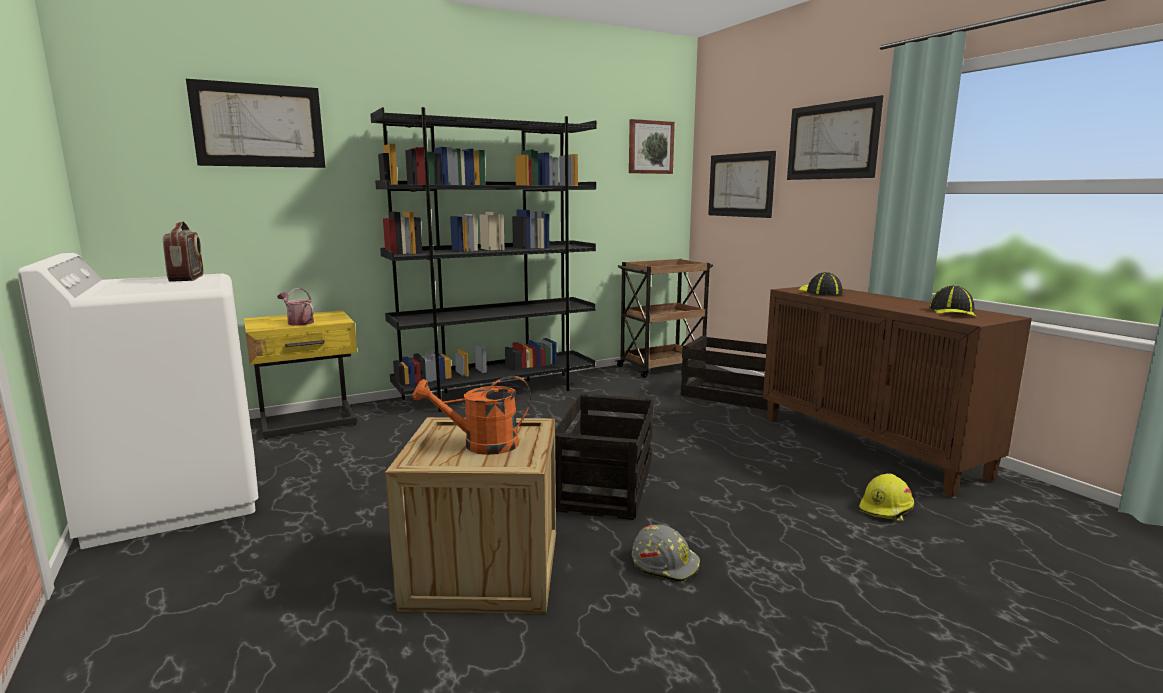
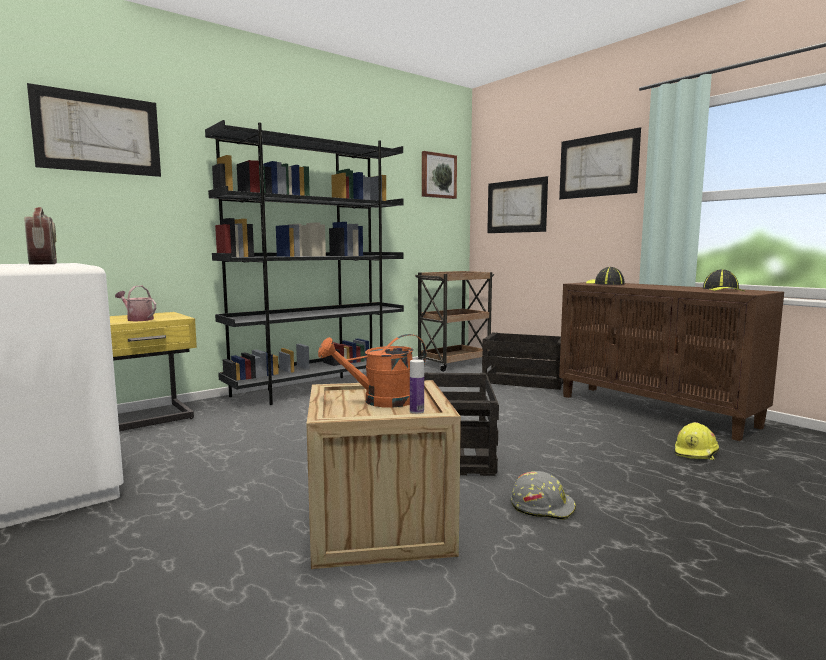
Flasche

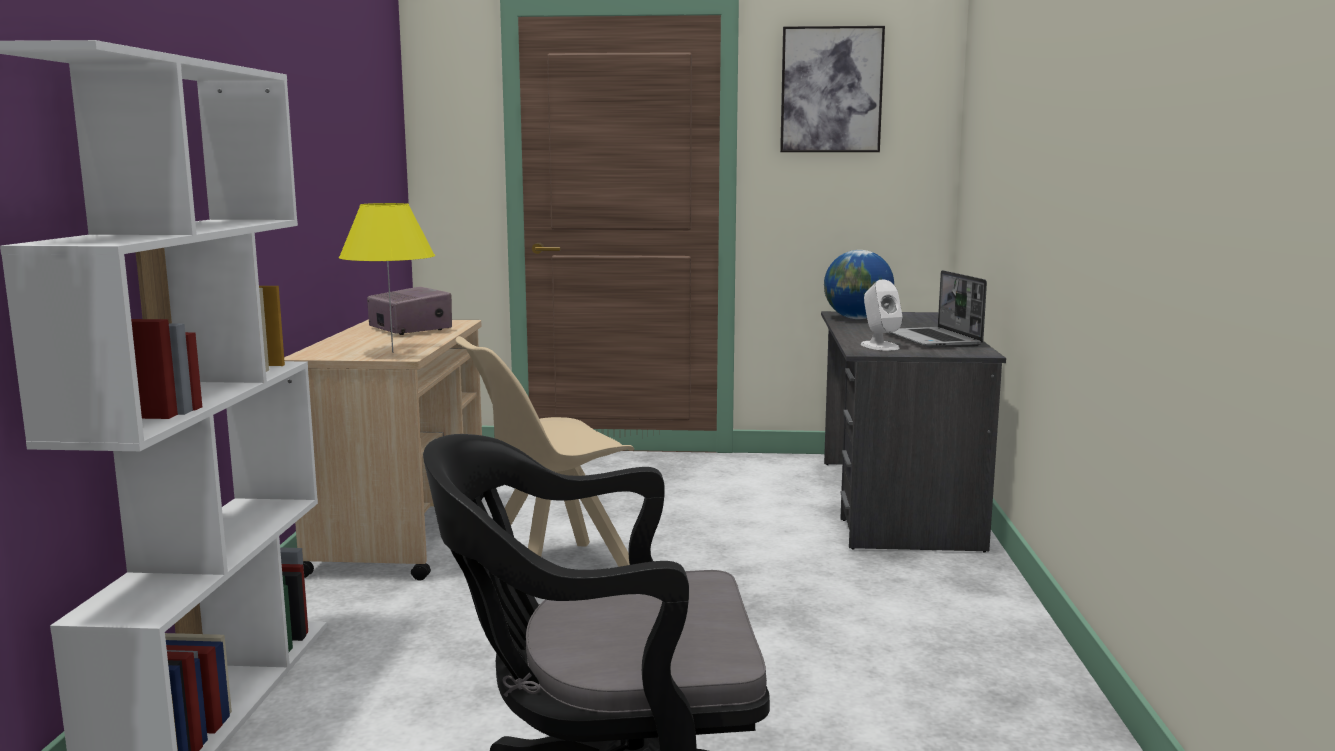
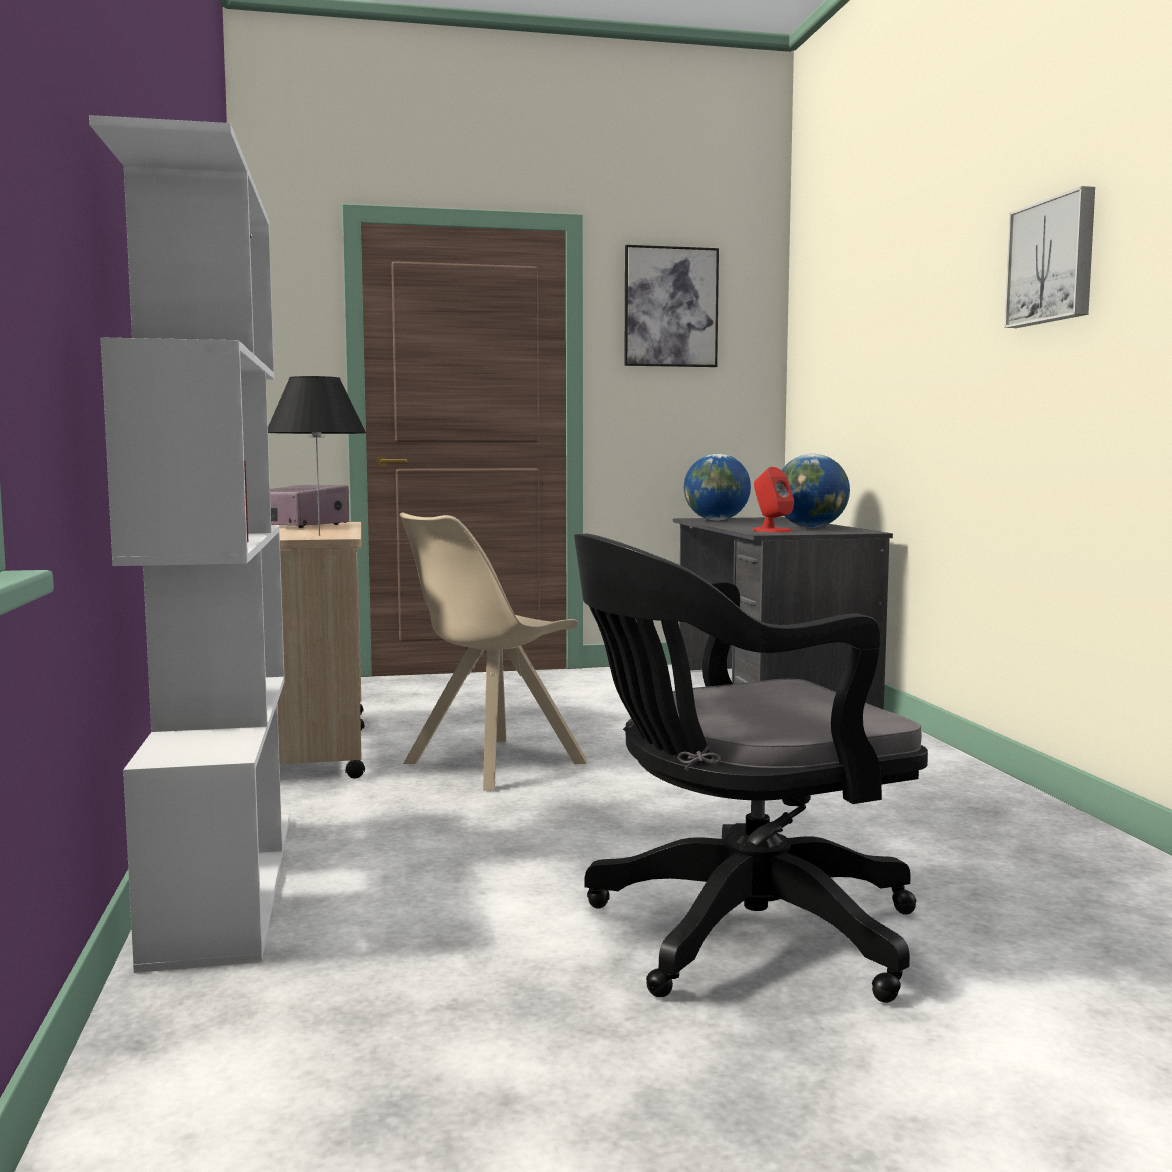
Bild (no. 2 from left)
Globus (no. 2 from left)
Tischlampe (schwarz)
Lautsprecher (rot)

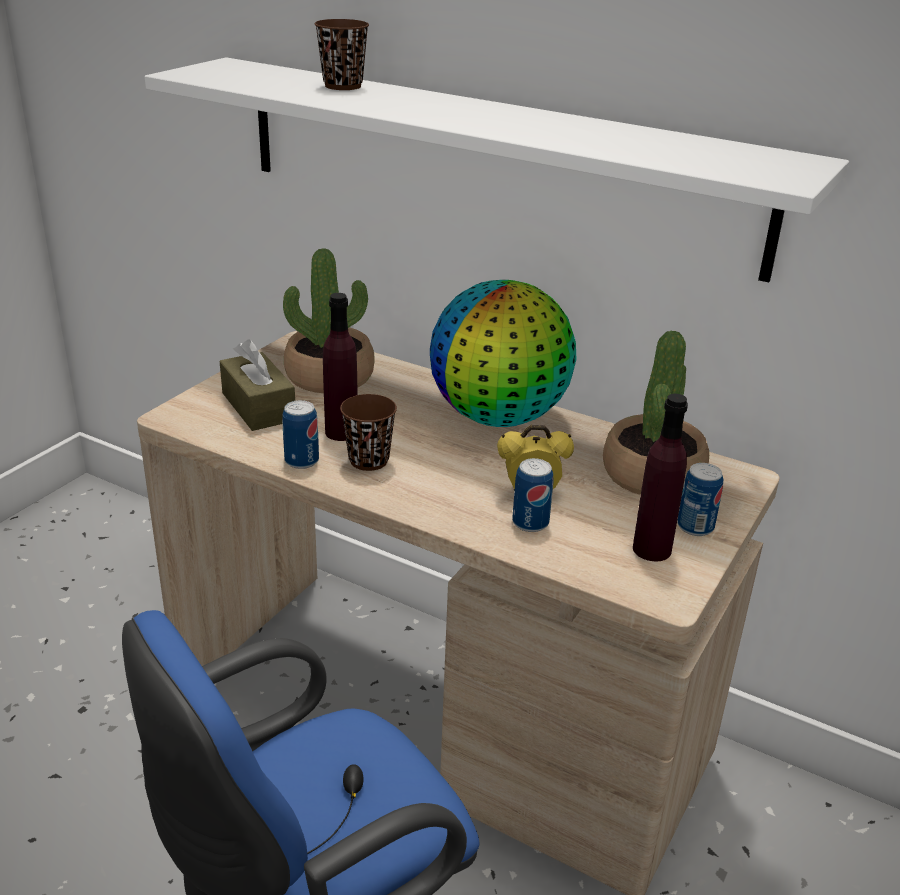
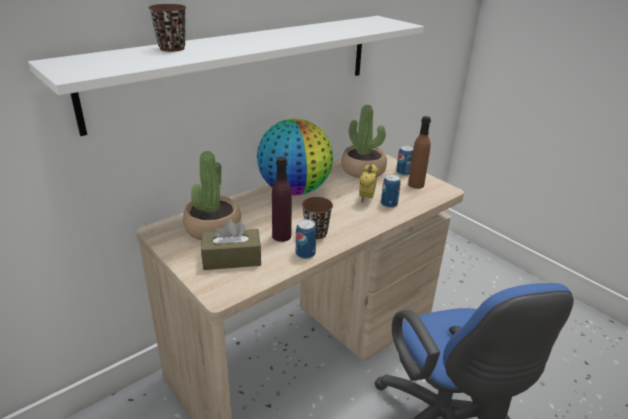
Flasche (braun)

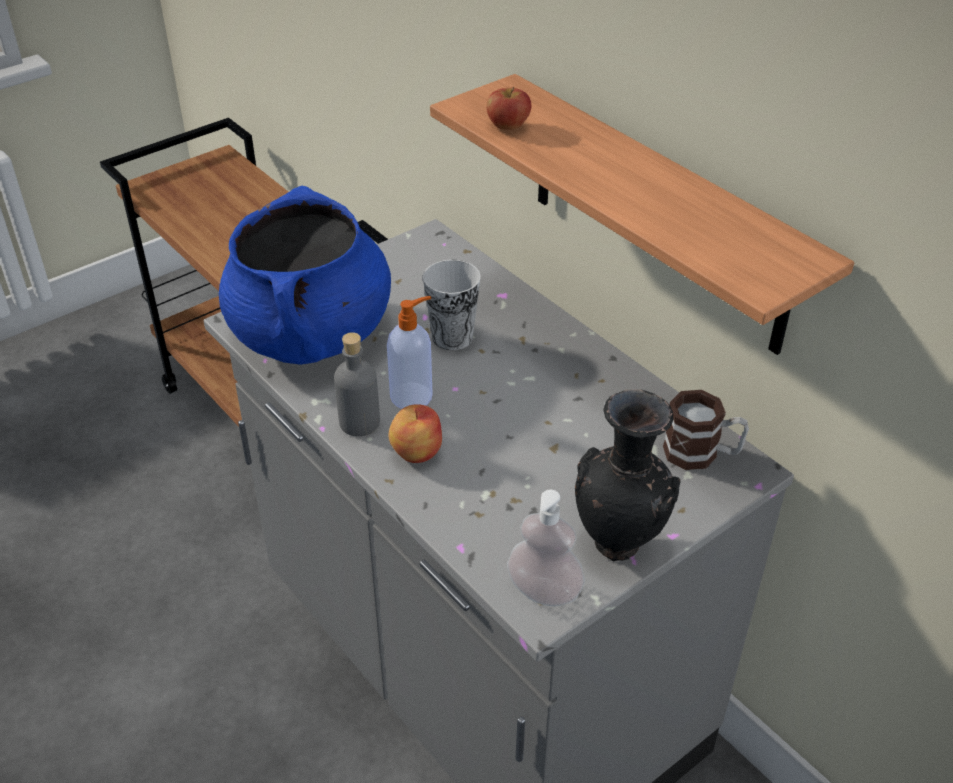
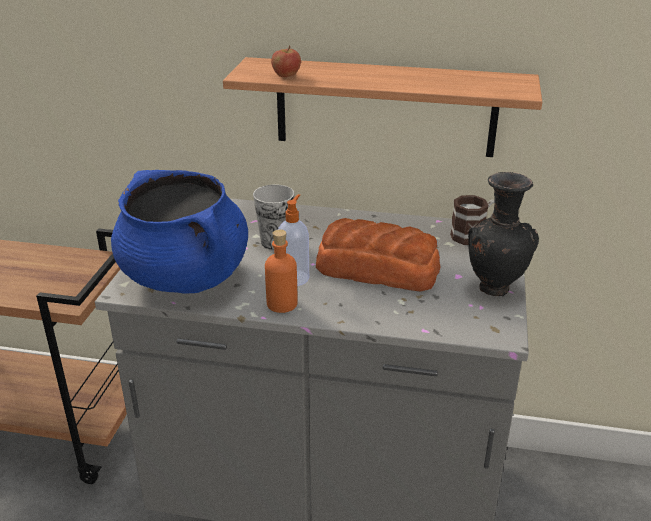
Apfel (no. 1 from left in the first image)
Seifenspender (no. 2 from left in the first image)
Brot
Flasche (orange)

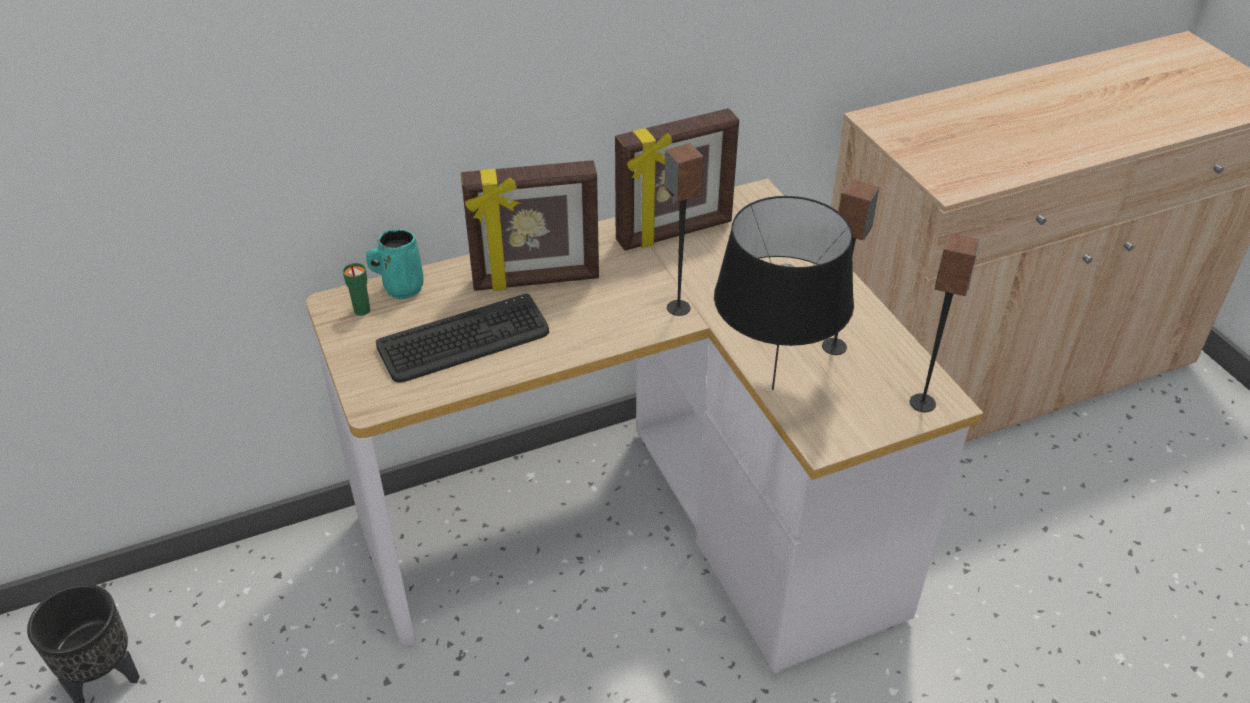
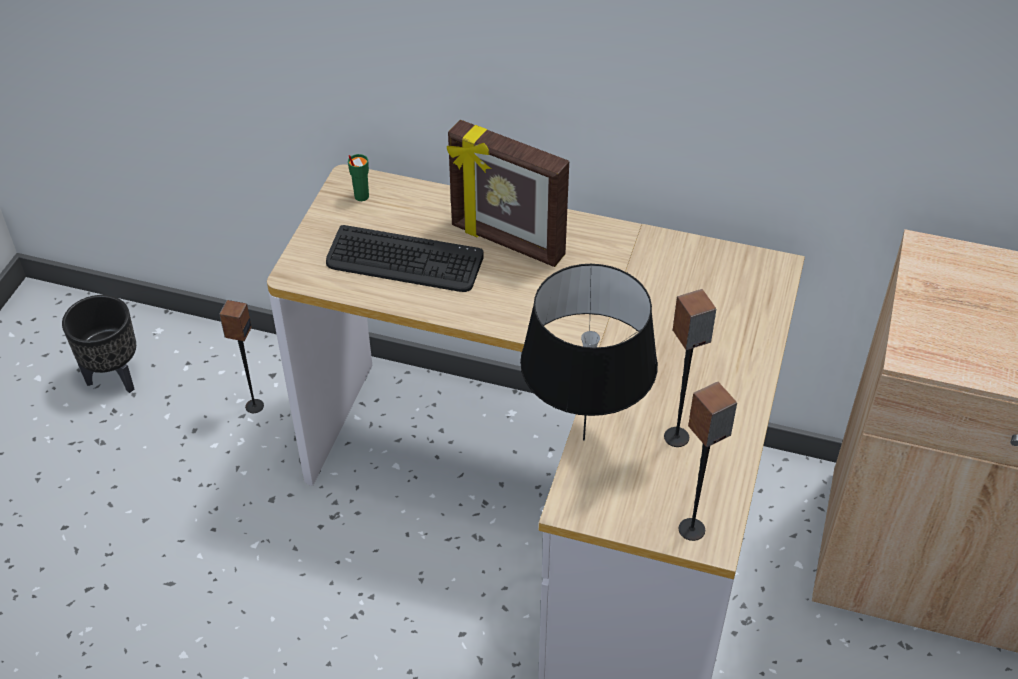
Henkelbecher (türkis)
Bilderrahmen (no. 2 from left in the first image)
Lautsprecher (no. 1 from left)

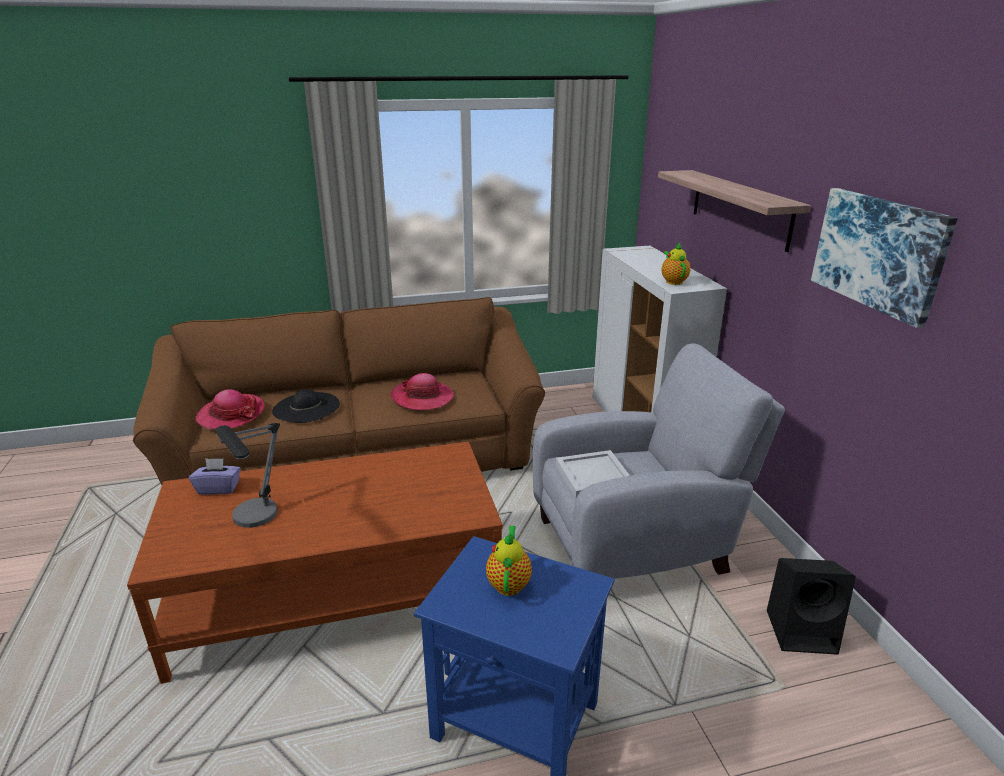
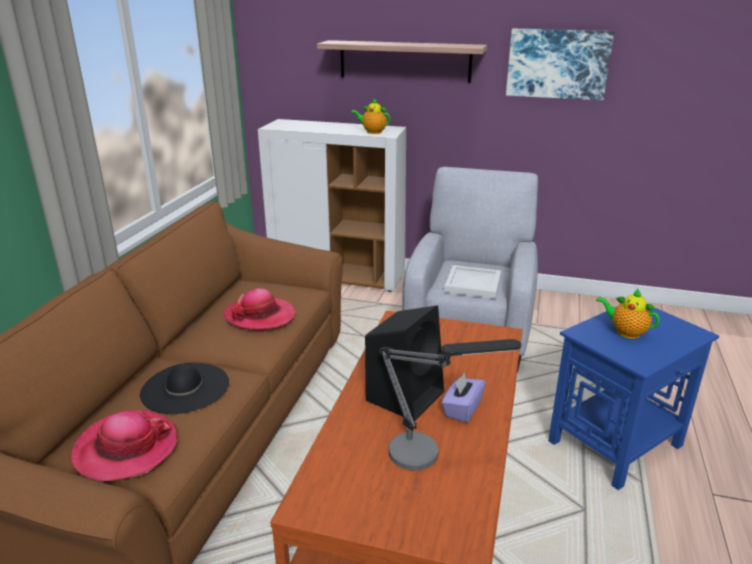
Taschentuchbox (lila)
Lautsprecher (schwarz)

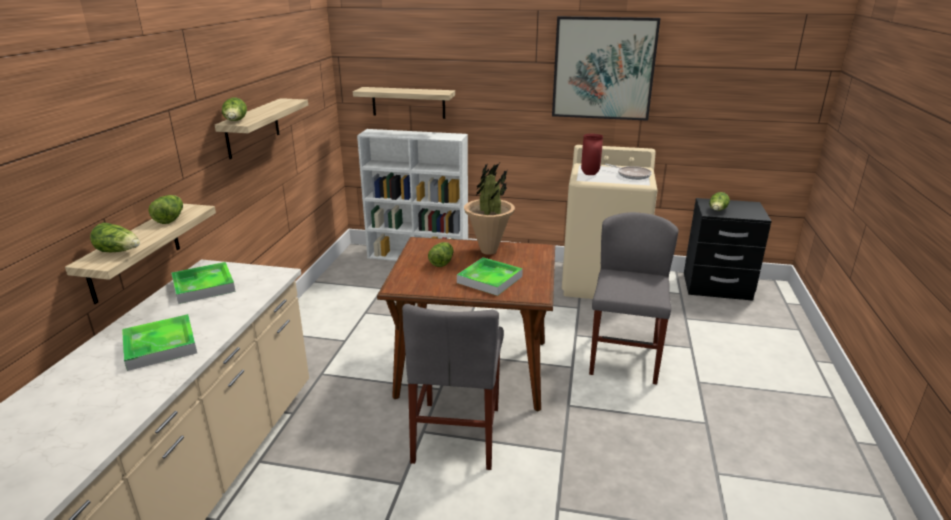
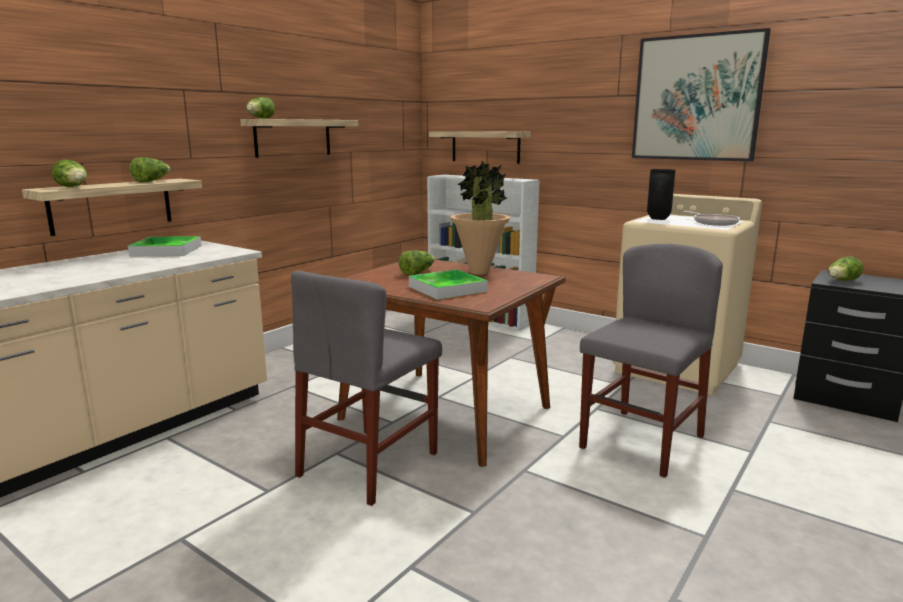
Tablett (no. 1 from left in the first image)
Vase (schwarz)

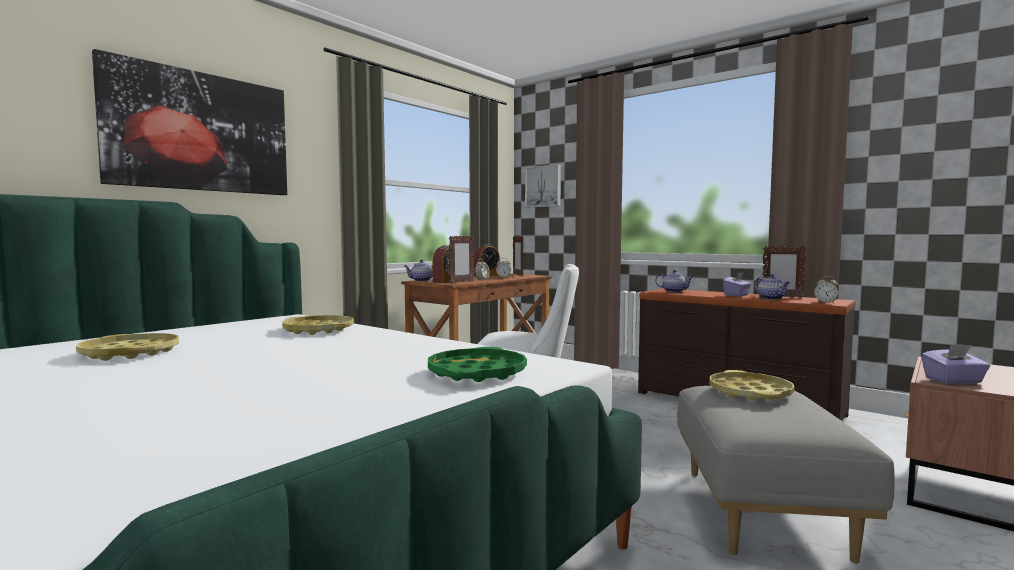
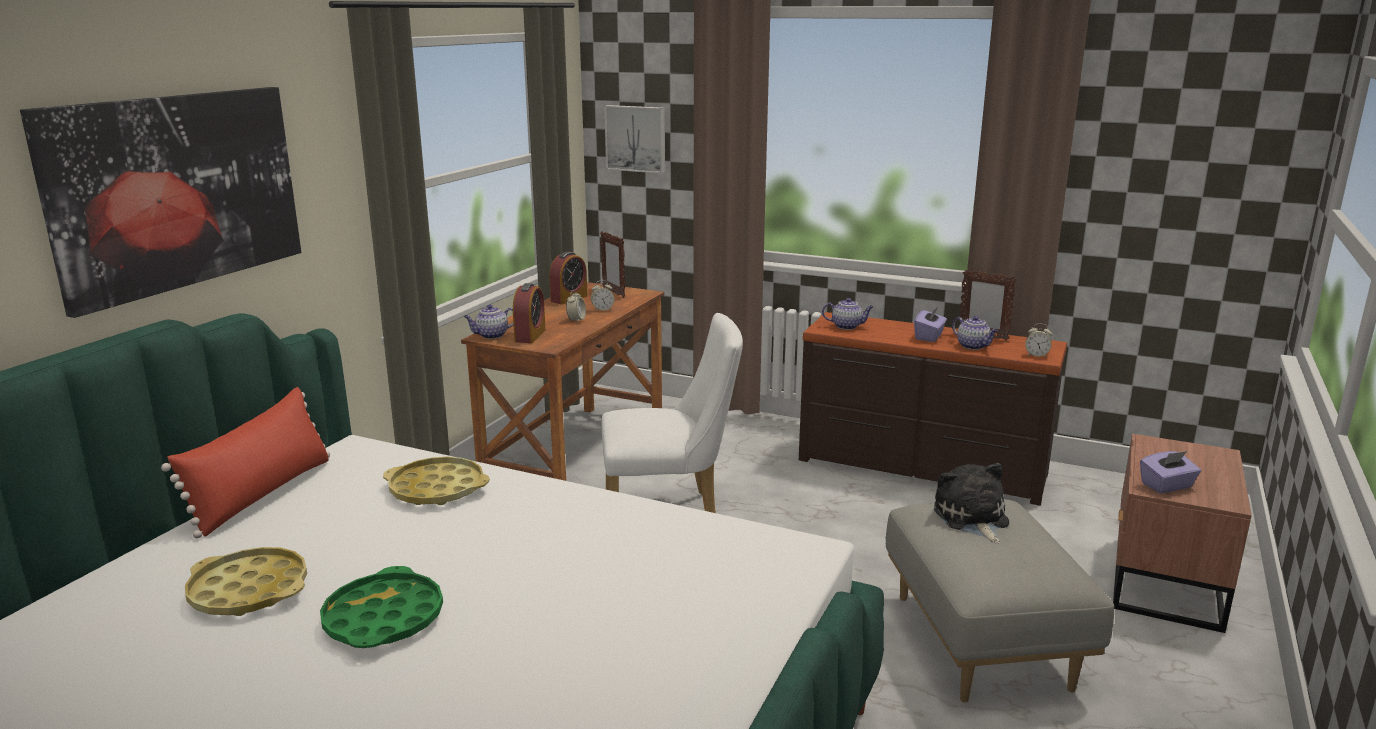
Bilderrahmen (no. 1 from left in the first image)
Kissen (rot)
Tablett (grün)
Plüschtier

